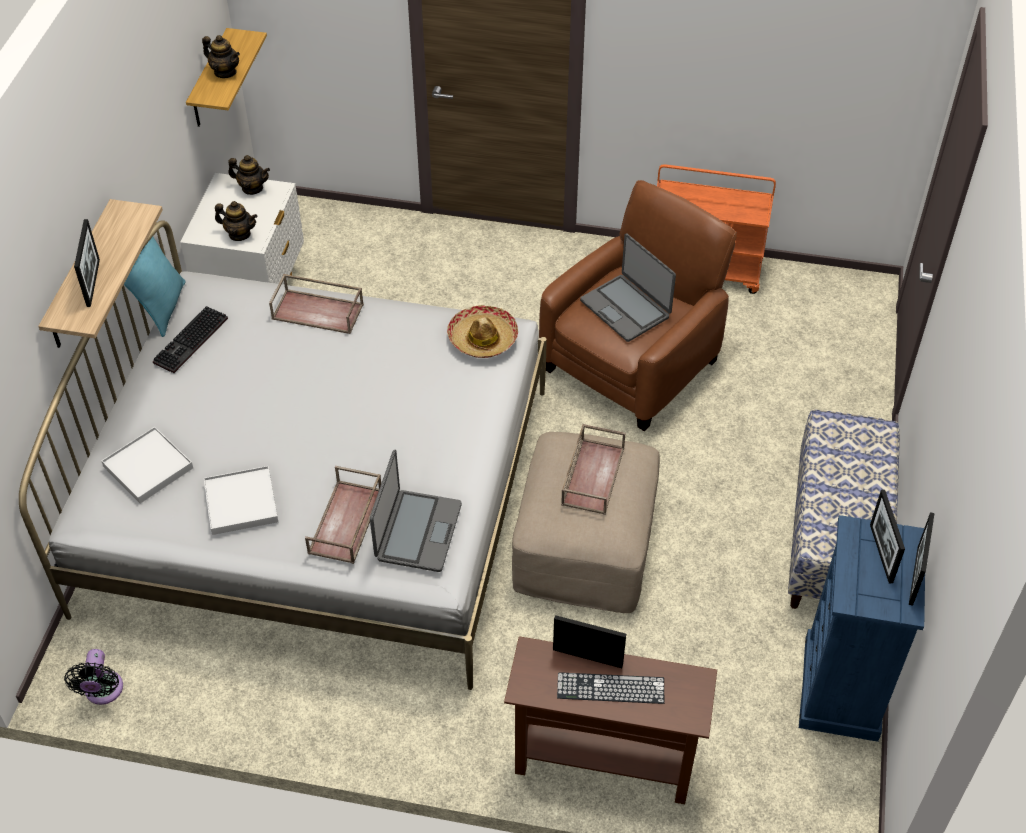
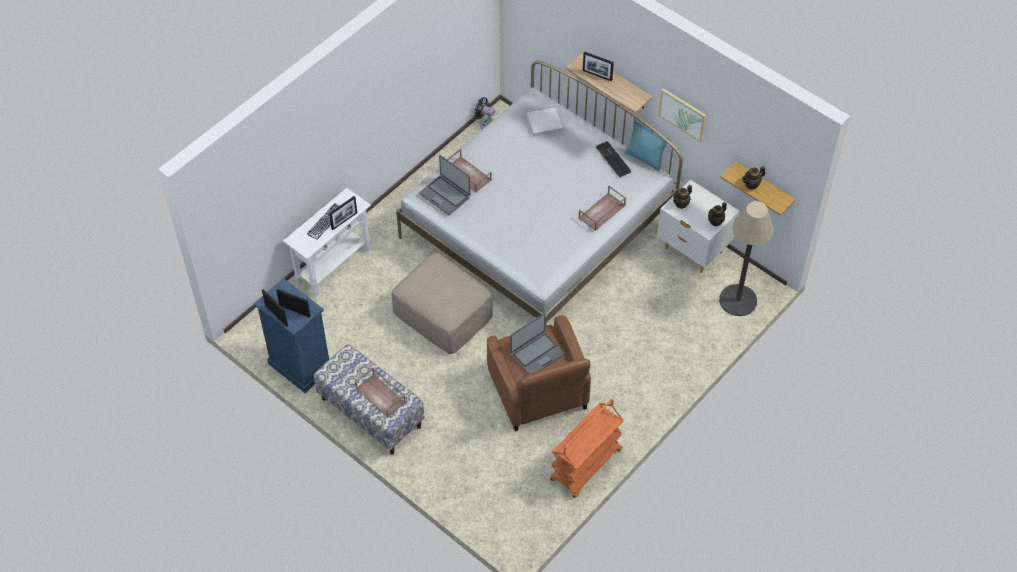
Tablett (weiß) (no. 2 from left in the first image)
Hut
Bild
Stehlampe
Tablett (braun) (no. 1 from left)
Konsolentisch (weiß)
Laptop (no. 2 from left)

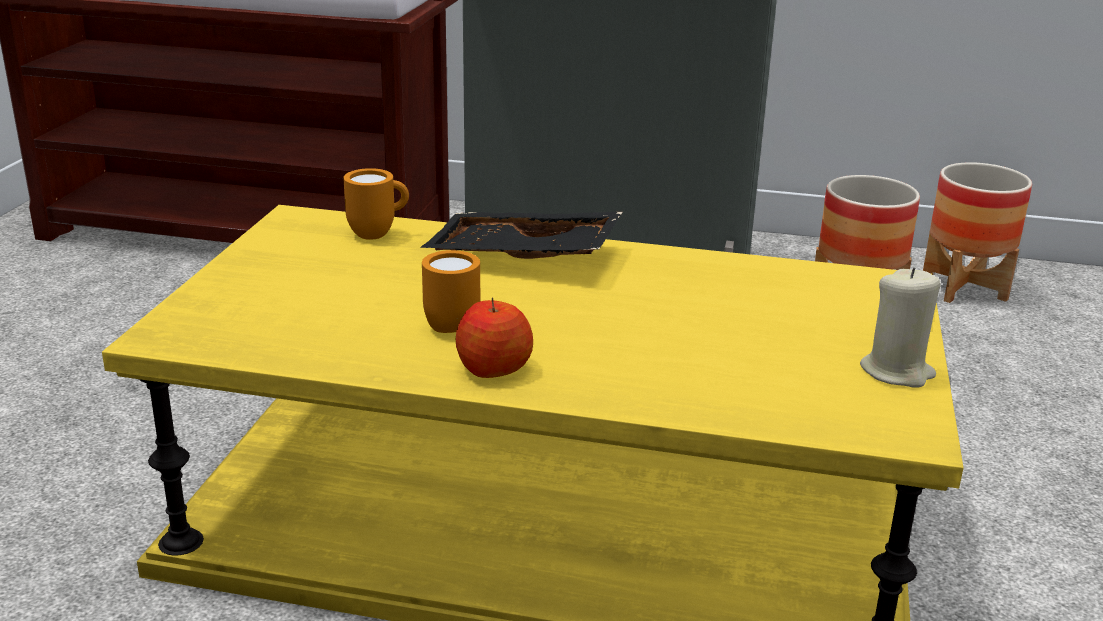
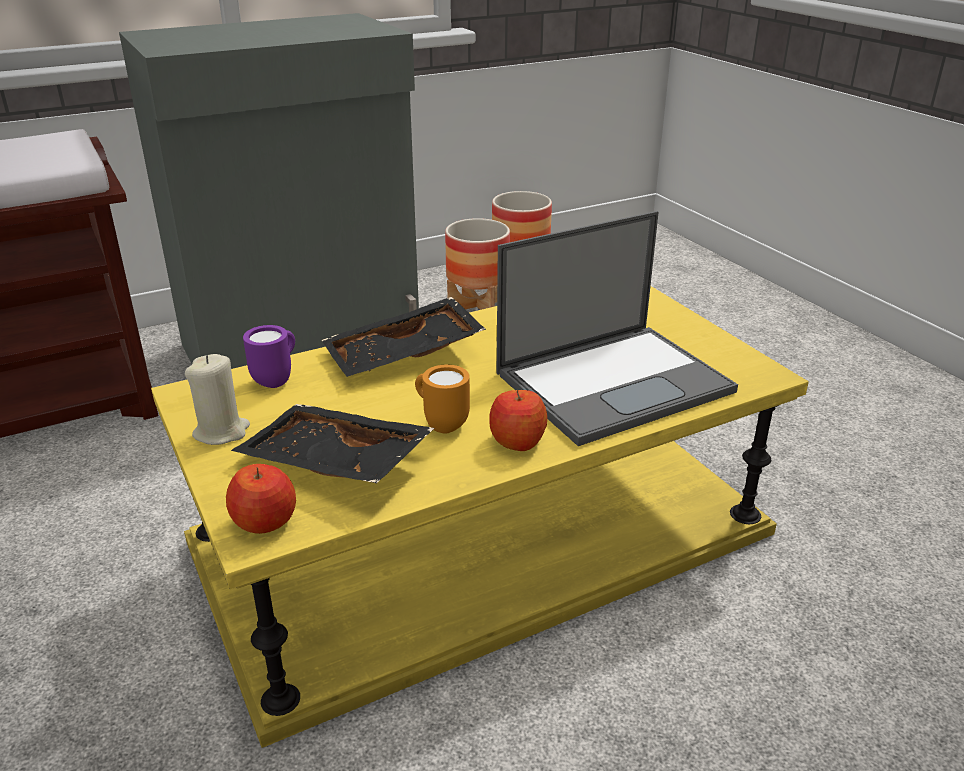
Apfel (no. 1 from left)
Tablett (schwarz) (no. 1 from left)
Laptop
Kerze (beige)
Henkelbecher (lila)

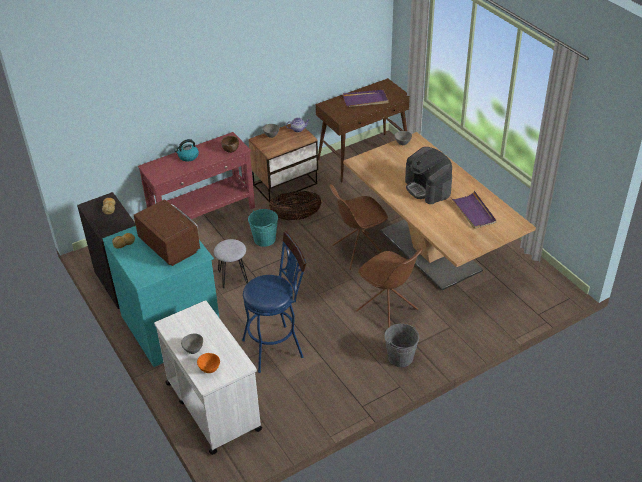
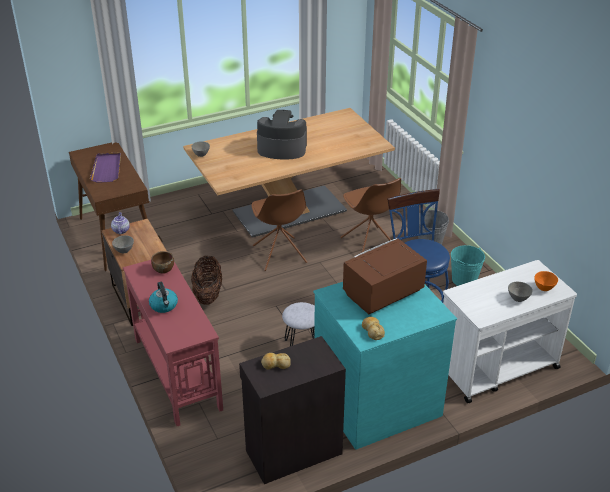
Tablett (lila) (no. 2 from left in the first image)
Eimer (türkis)
Stuhl (braun) (no. 2 from left)
Kaffeemaschine

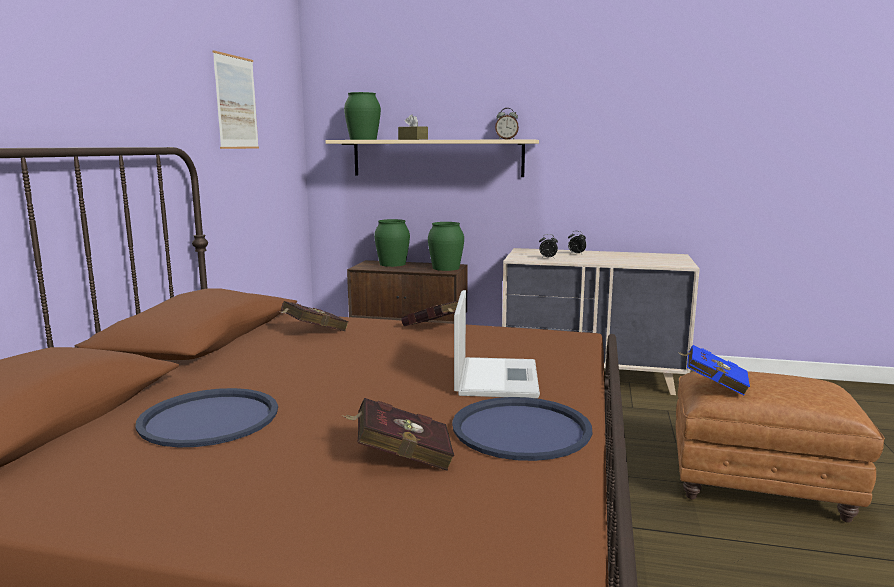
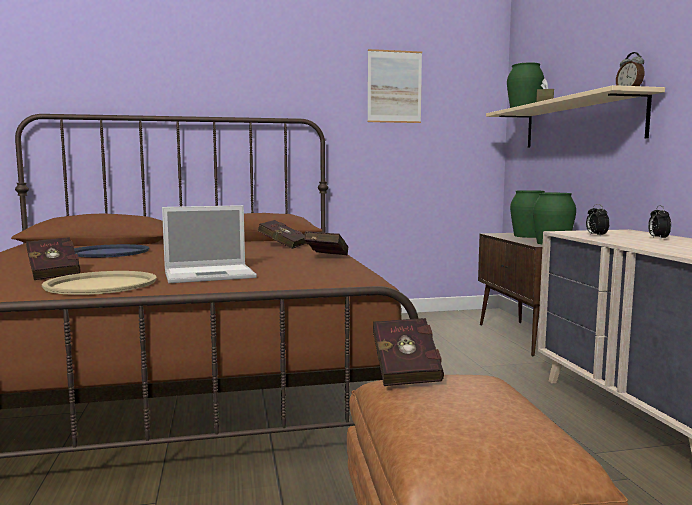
Tablett (beige)
Buch (rot) (no. 4 from left)

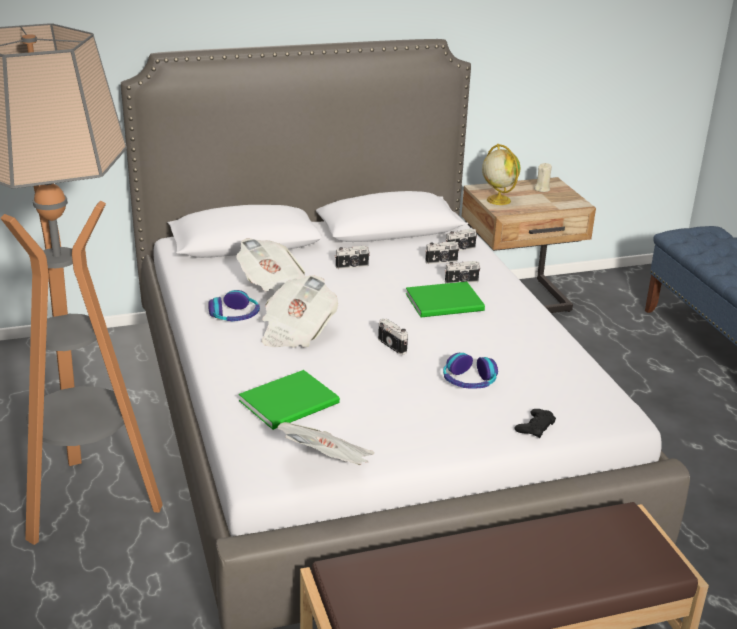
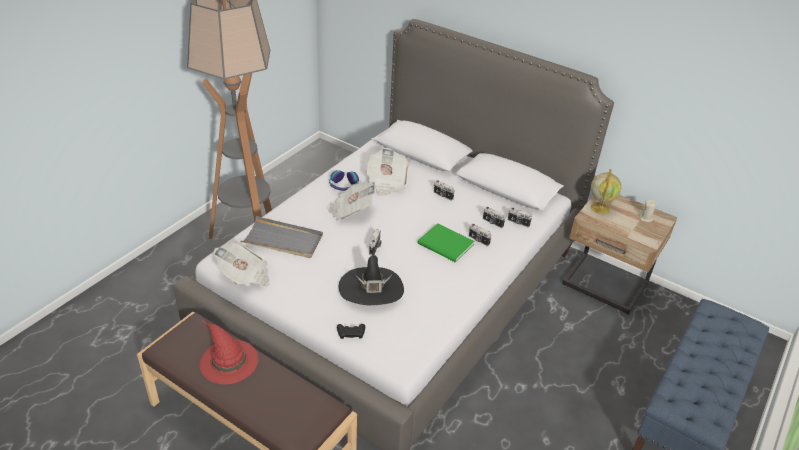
Hut (rot)
Tablett (grau)
Hut (schwarz)

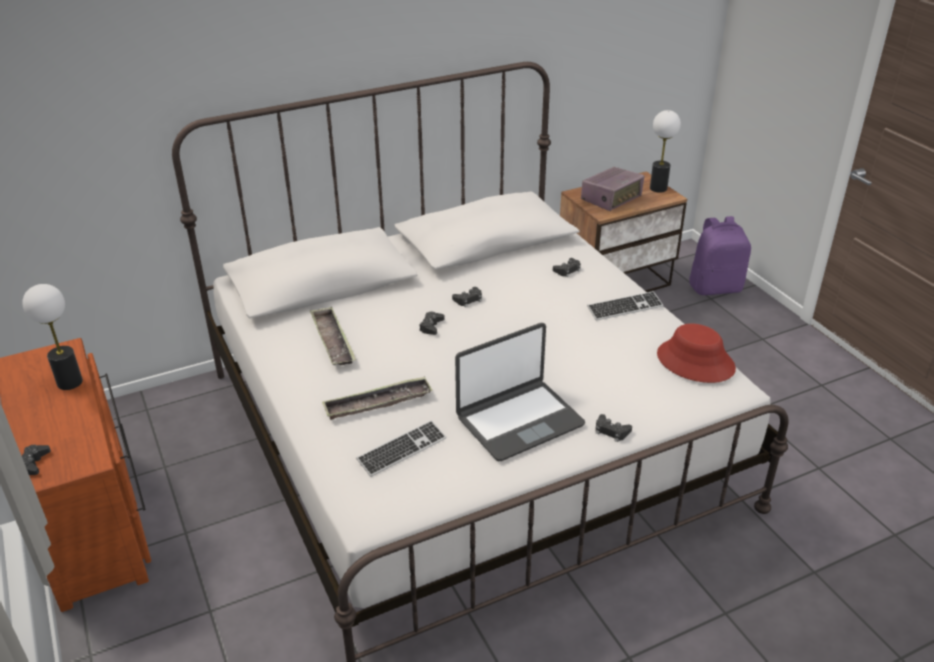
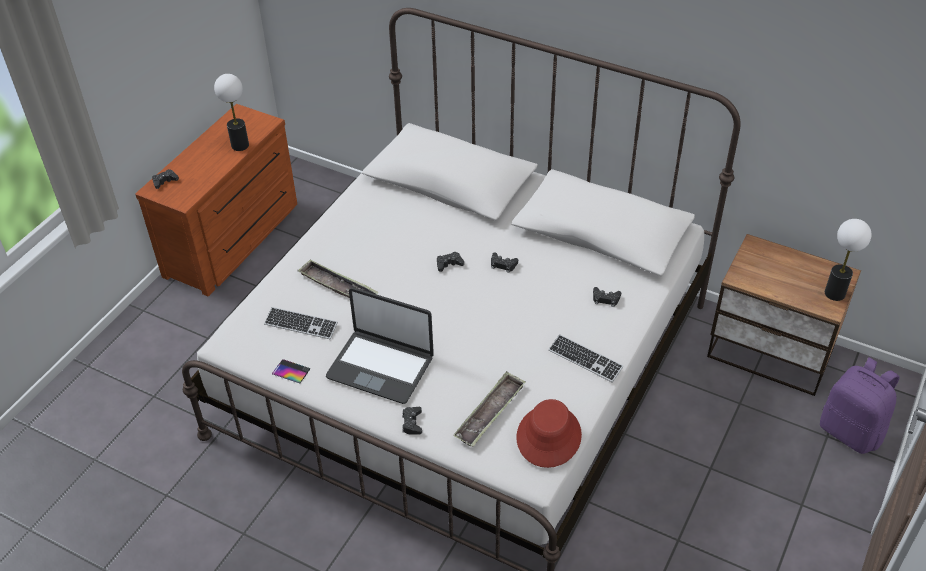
Radio
Handy
Tablett (no. 2 from left)

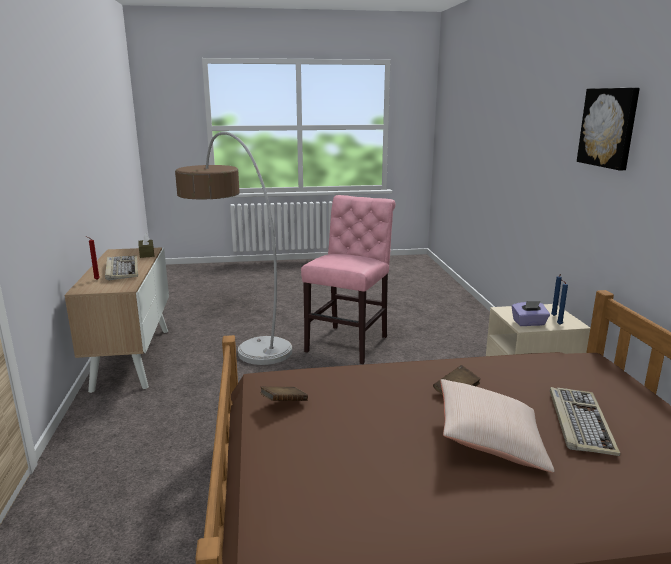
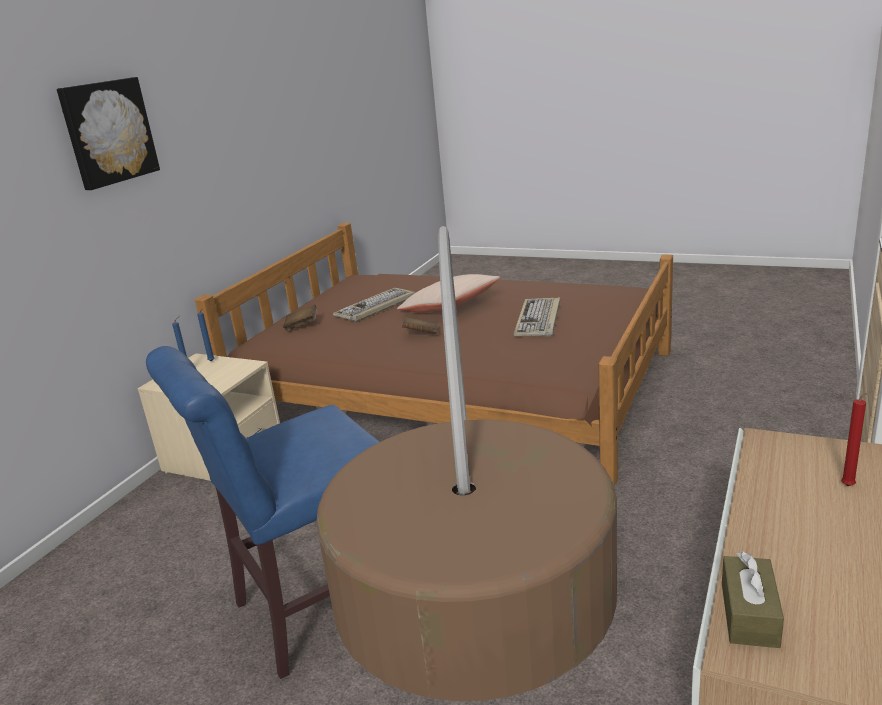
Taschentuchbox (lila)
Tastatur (no. 2 from left)
Buch (braun) (no. 1 from left)
Stuhl (blau)

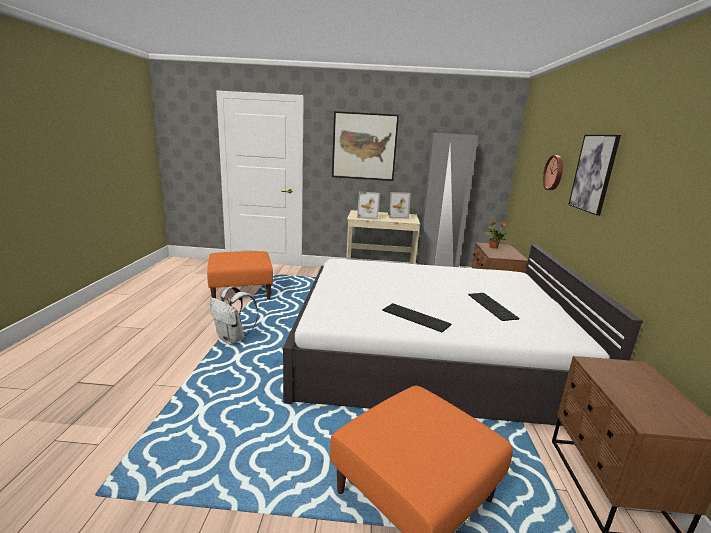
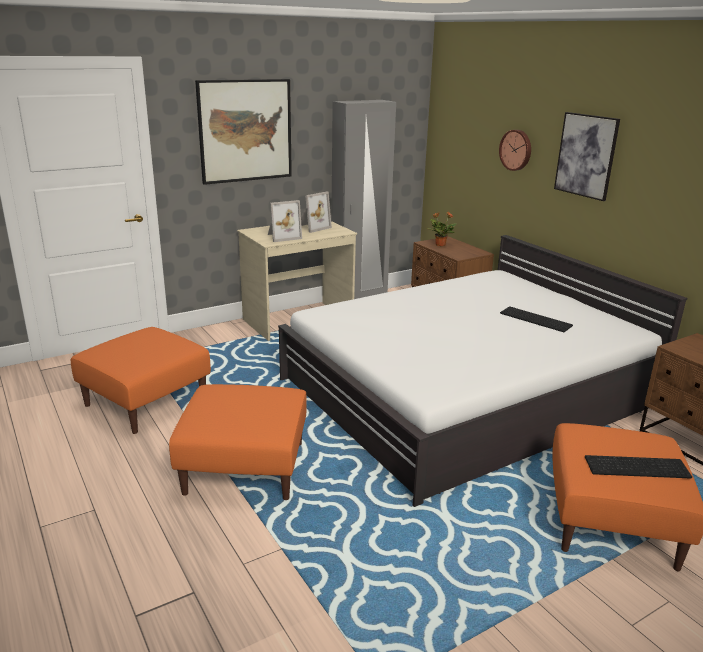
Tastatur (no. 2 from left)
Polsterhocker (orange) (no. 2 from left)

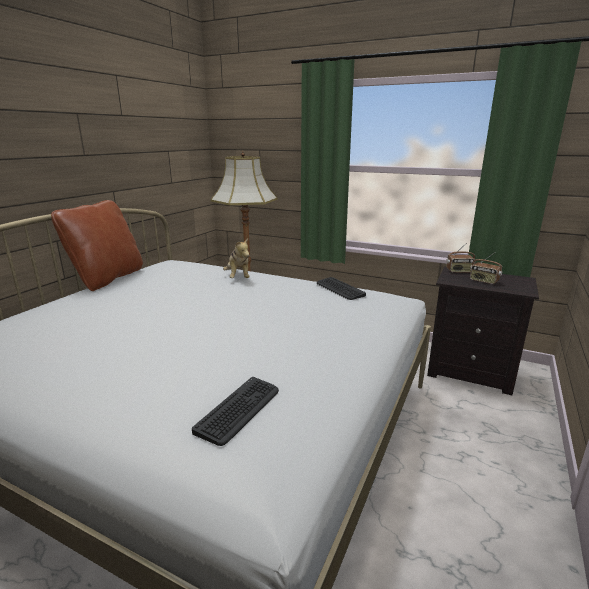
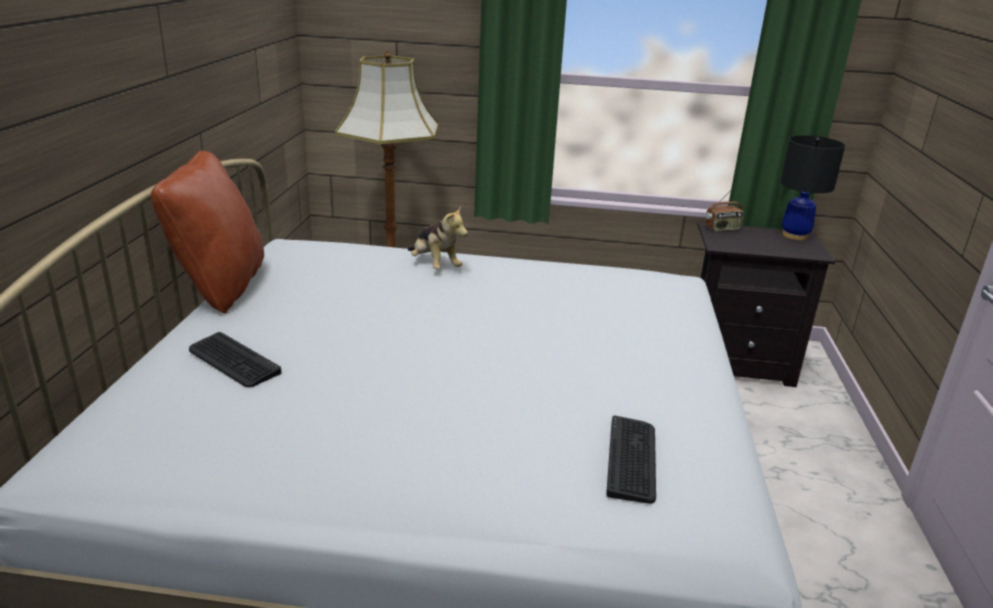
Radio (no. 2 from left in the first image)
Tischlampe (schwarz)
Tastatur (no. 1 from left)

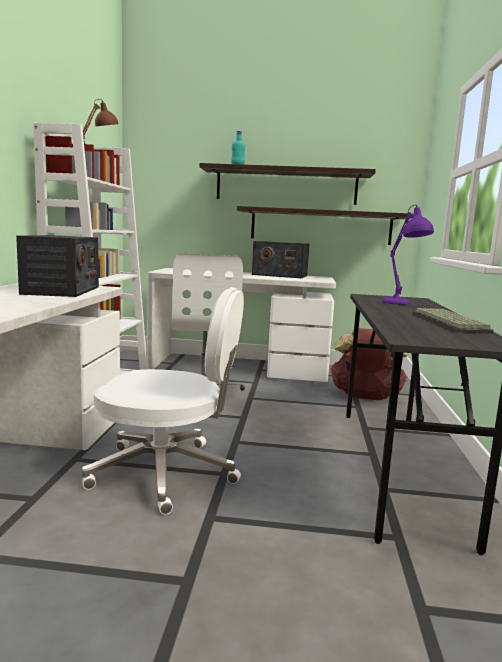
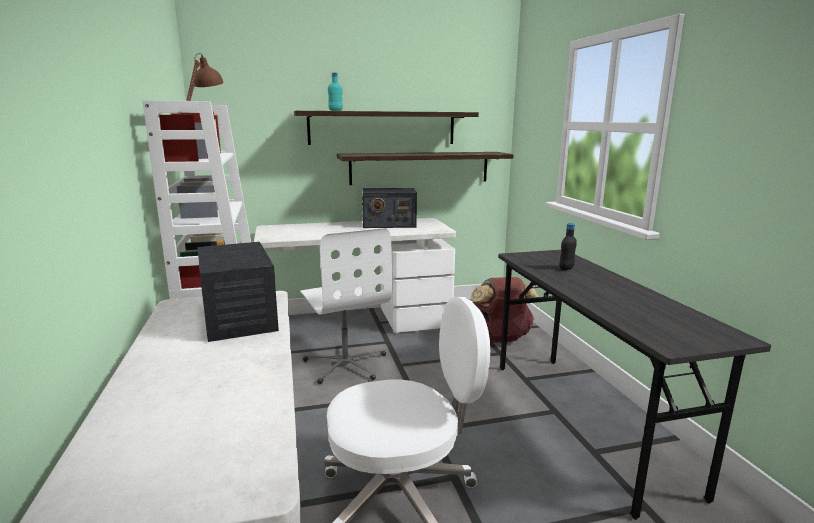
Tastatur
Flasche (schwarz)

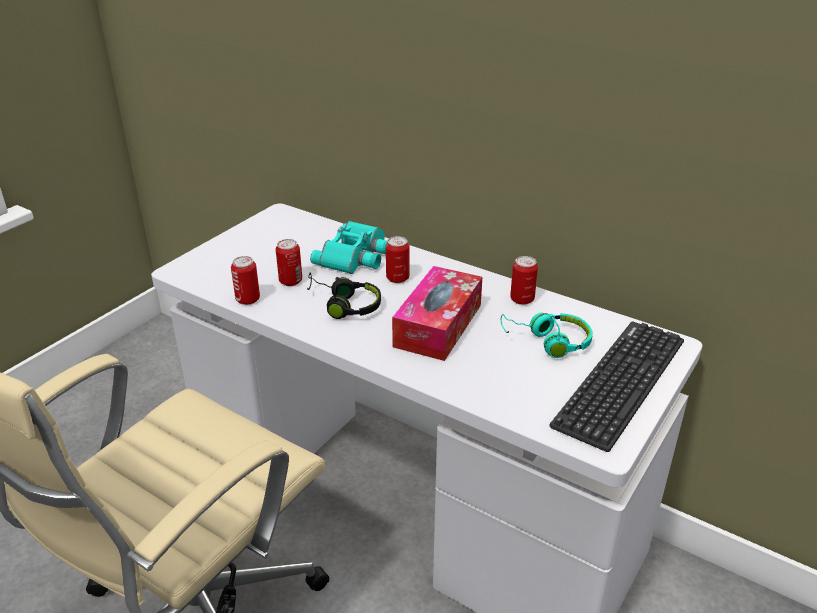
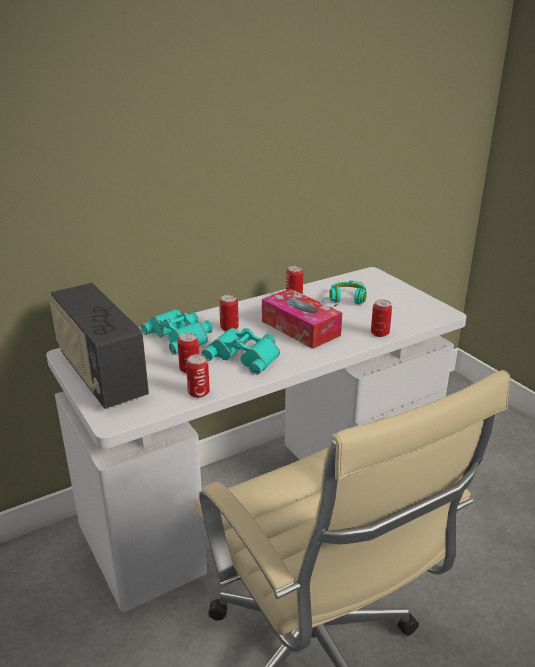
Tastatur
Radio
Dose (no. 5 from left)
Fernglas (türkis) (no. 2 from left)

